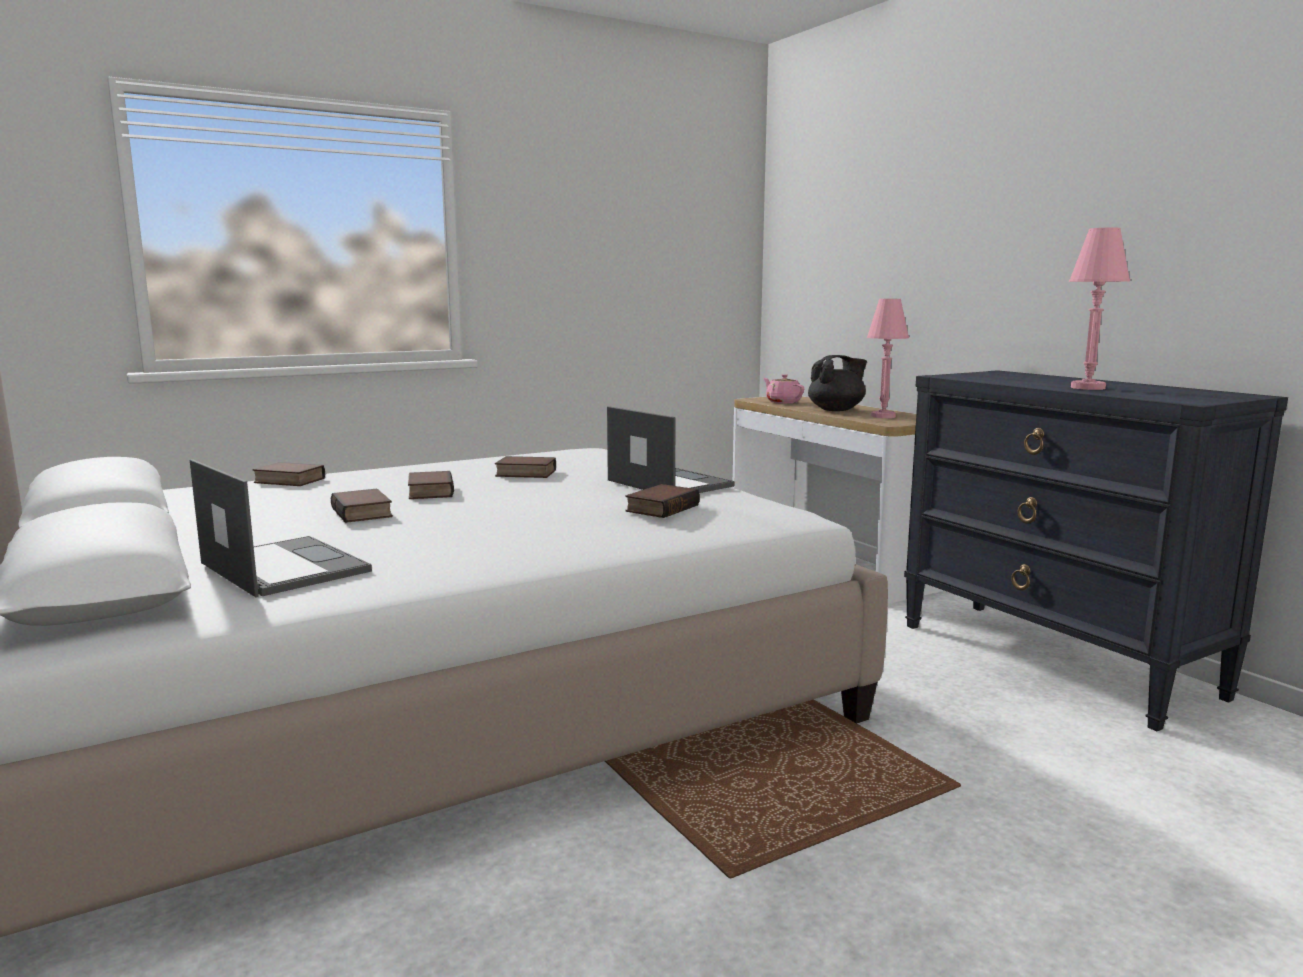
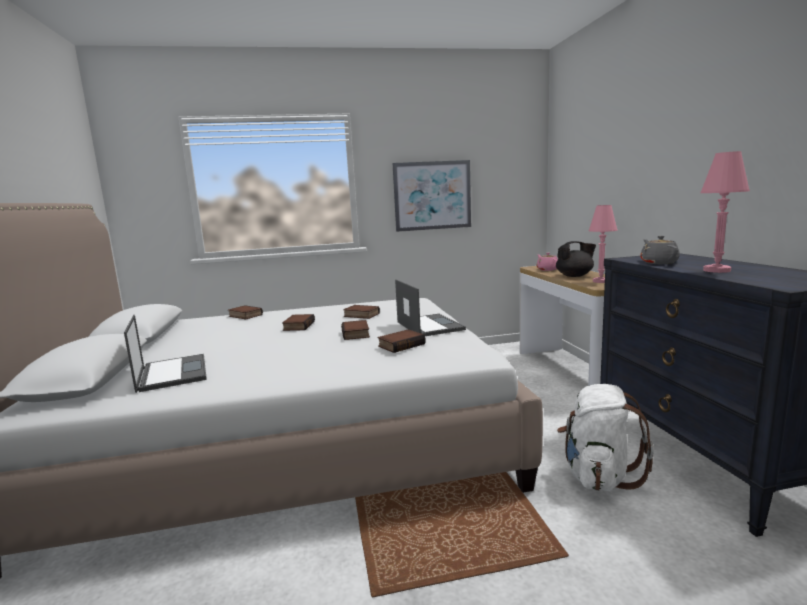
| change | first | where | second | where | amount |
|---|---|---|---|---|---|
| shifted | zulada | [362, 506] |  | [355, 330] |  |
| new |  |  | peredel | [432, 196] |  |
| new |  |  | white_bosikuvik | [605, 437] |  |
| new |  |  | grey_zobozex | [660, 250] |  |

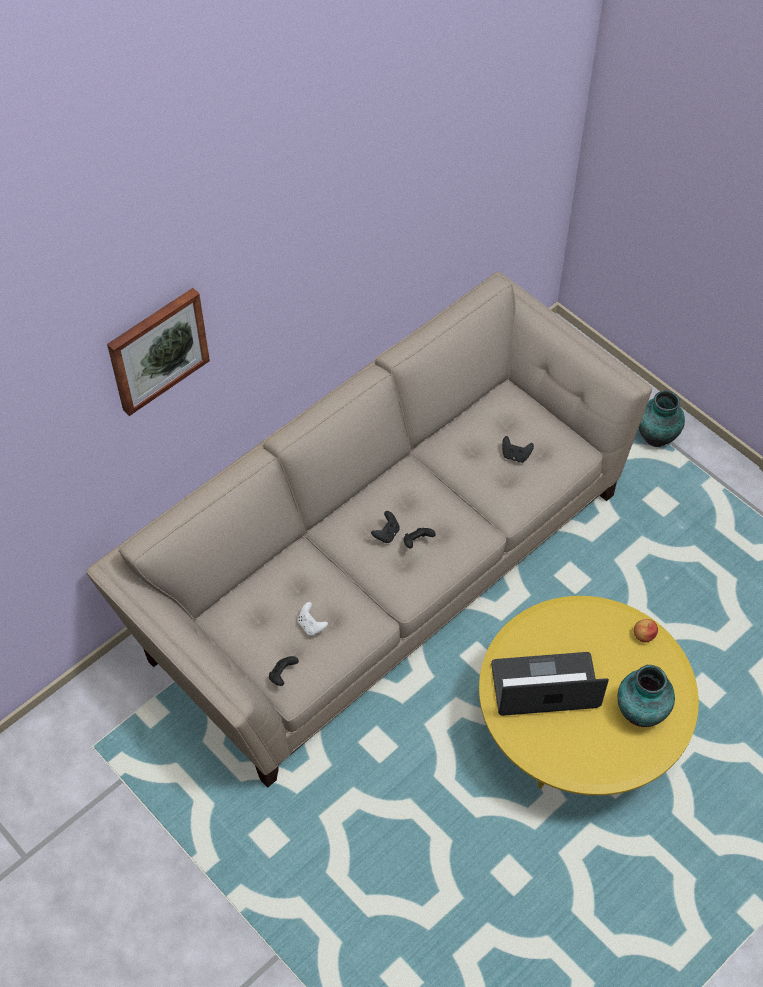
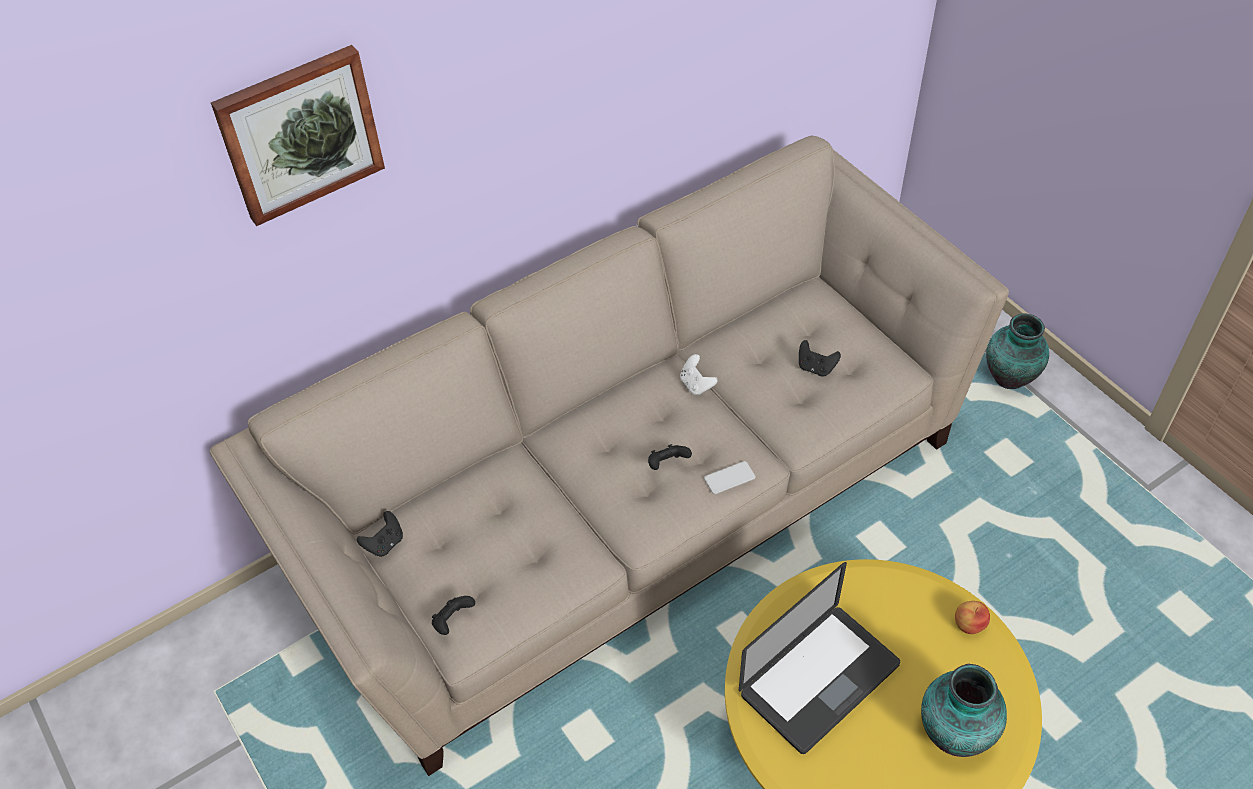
| change | first | where | second | where | amount |
|---|---|---|---|---|---|
| shifted | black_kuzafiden | [385, 527] |  | [380, 534] |  |
| shifted | white_kuzafiden | [313, 619] |  | [699, 374] |  |
| new |  |  | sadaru | [730, 477] |  |
| rotated | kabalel | [550, 684] |  | [819, 658] | 135 degrees clockwise |

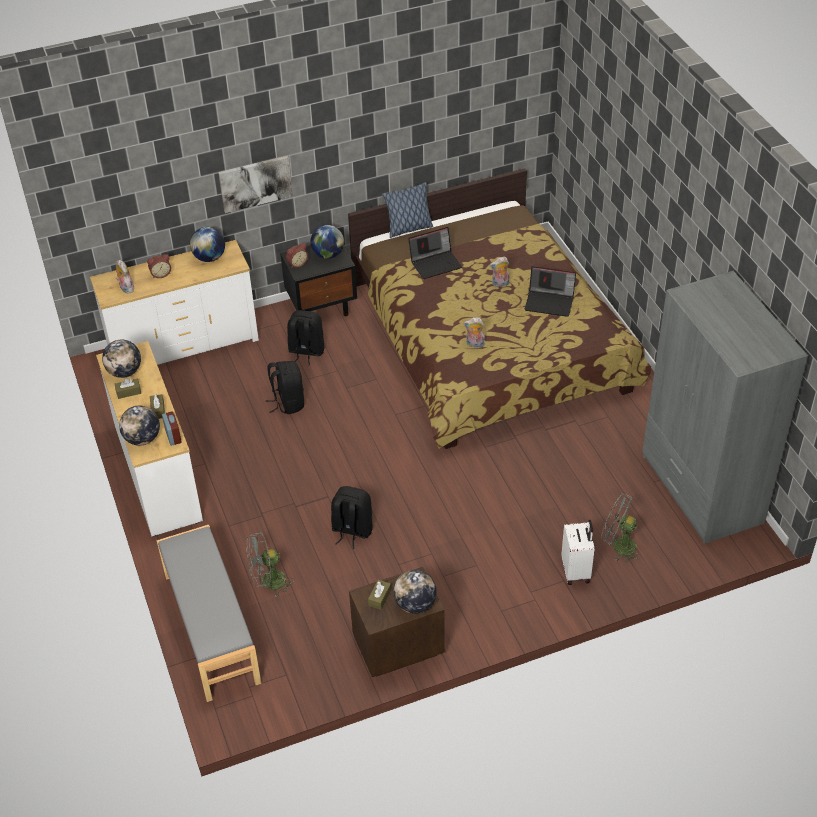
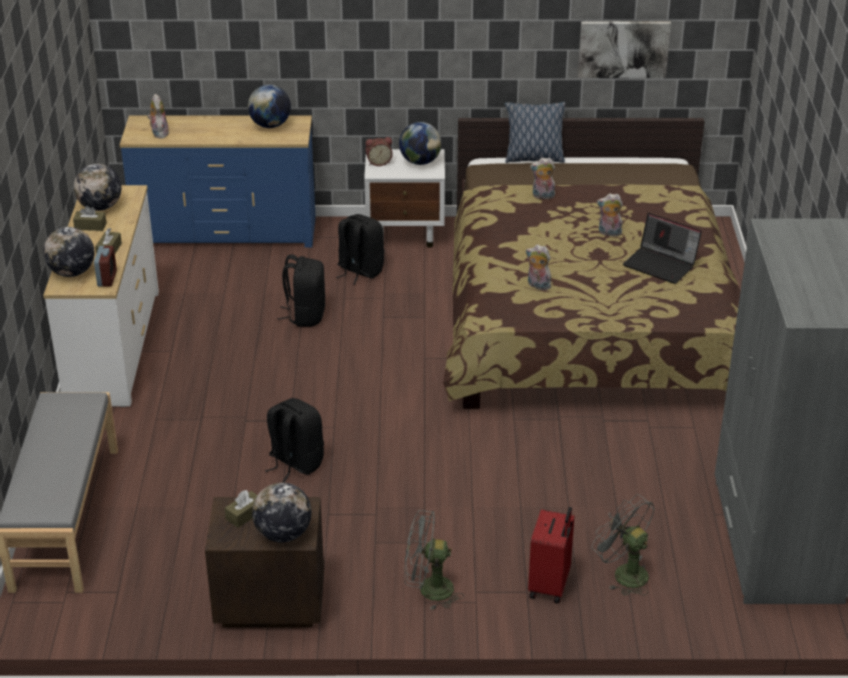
| change | first | where | second | where | amount |
|---|---|---|---|---|---|
| repainted | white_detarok | [174, 302] | blue_detarok | [218, 181] |  |
| repainted | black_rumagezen | [318, 280] | white_rumagezen | [404, 198] |  |
| shifted | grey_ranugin | [269, 564] |  | [434, 560] |  |
| repainted | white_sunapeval | [577, 552] | red_sunapeval | [551, 555] |  |
| swapped | kabalel | [435, 253] | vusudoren | [542, 178] |  |
| shifted | peredel | [255, 184] |  | [624, 49] |  |
| gone | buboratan | [159, 266] |  |  |  |

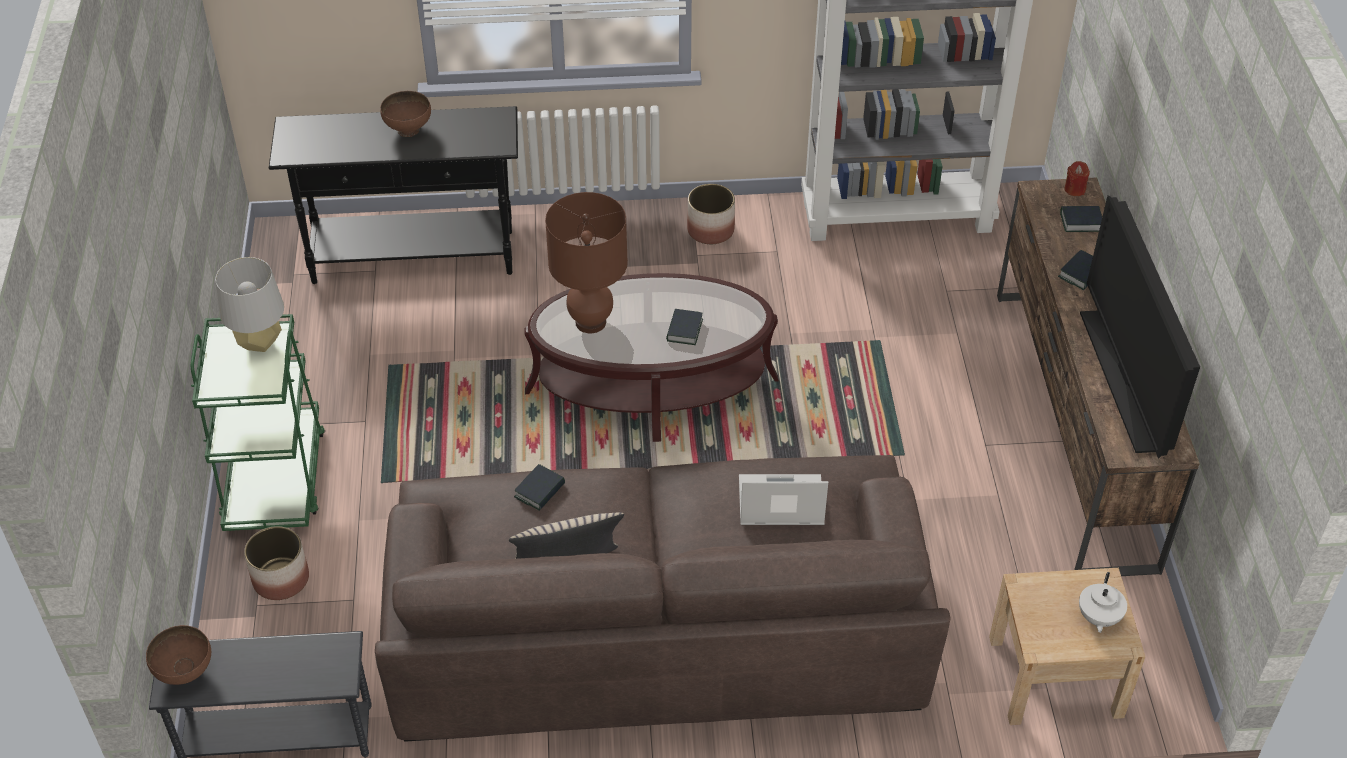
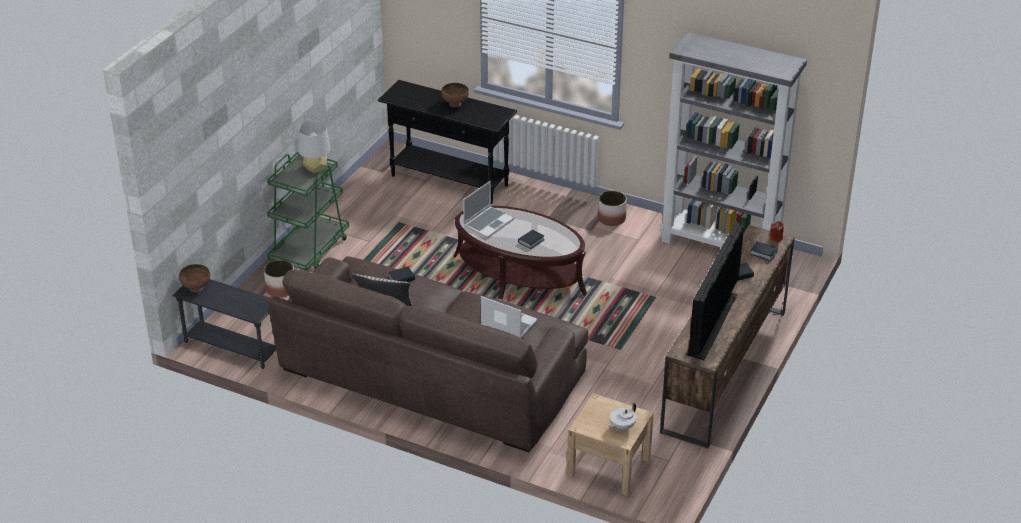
| change | first | where | second | where | amount |
|---|---|---|---|---|---|
| swapped | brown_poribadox | [586, 262] | kabalel | [488, 209] |  |

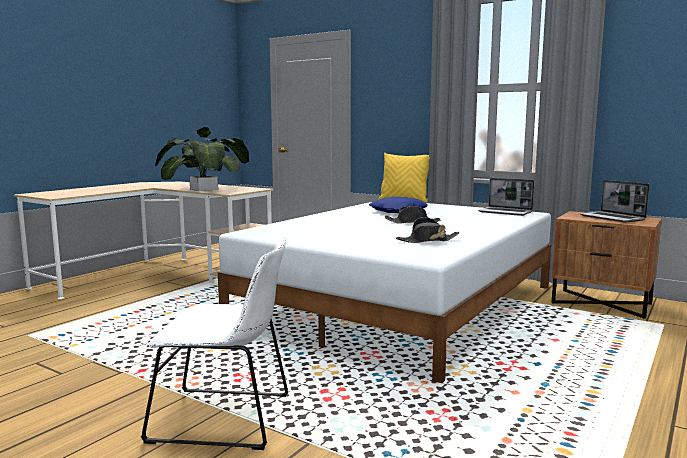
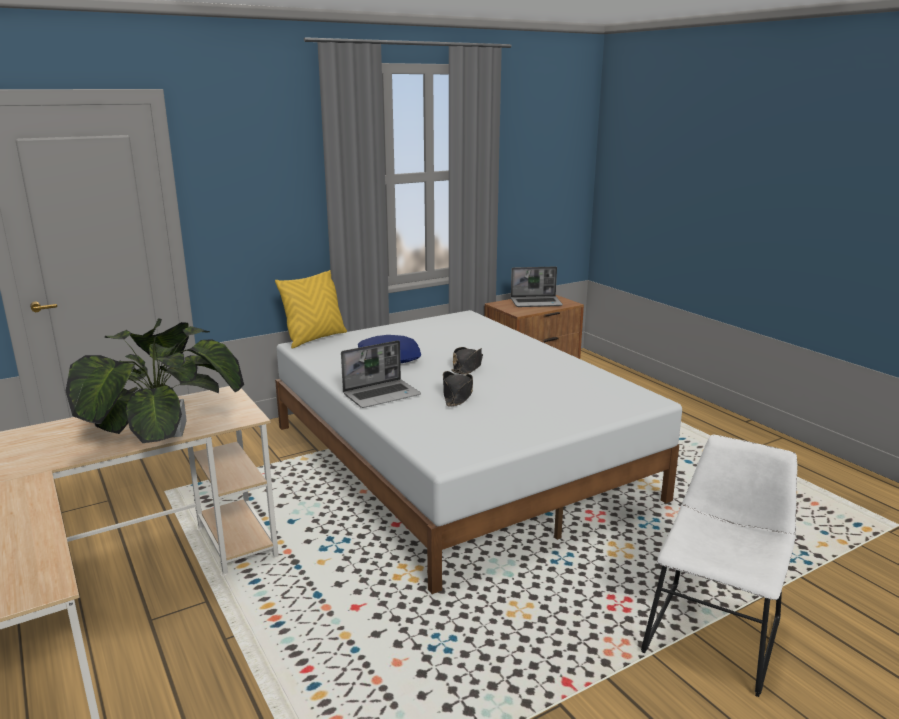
| change | first | where | second | where | amount |
|---|---|---|---|---|---|
| shifted | kabalel | [506, 197] |  | [381, 374] |  |
| shifted | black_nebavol | [428, 230] |  | [458, 389] |  |

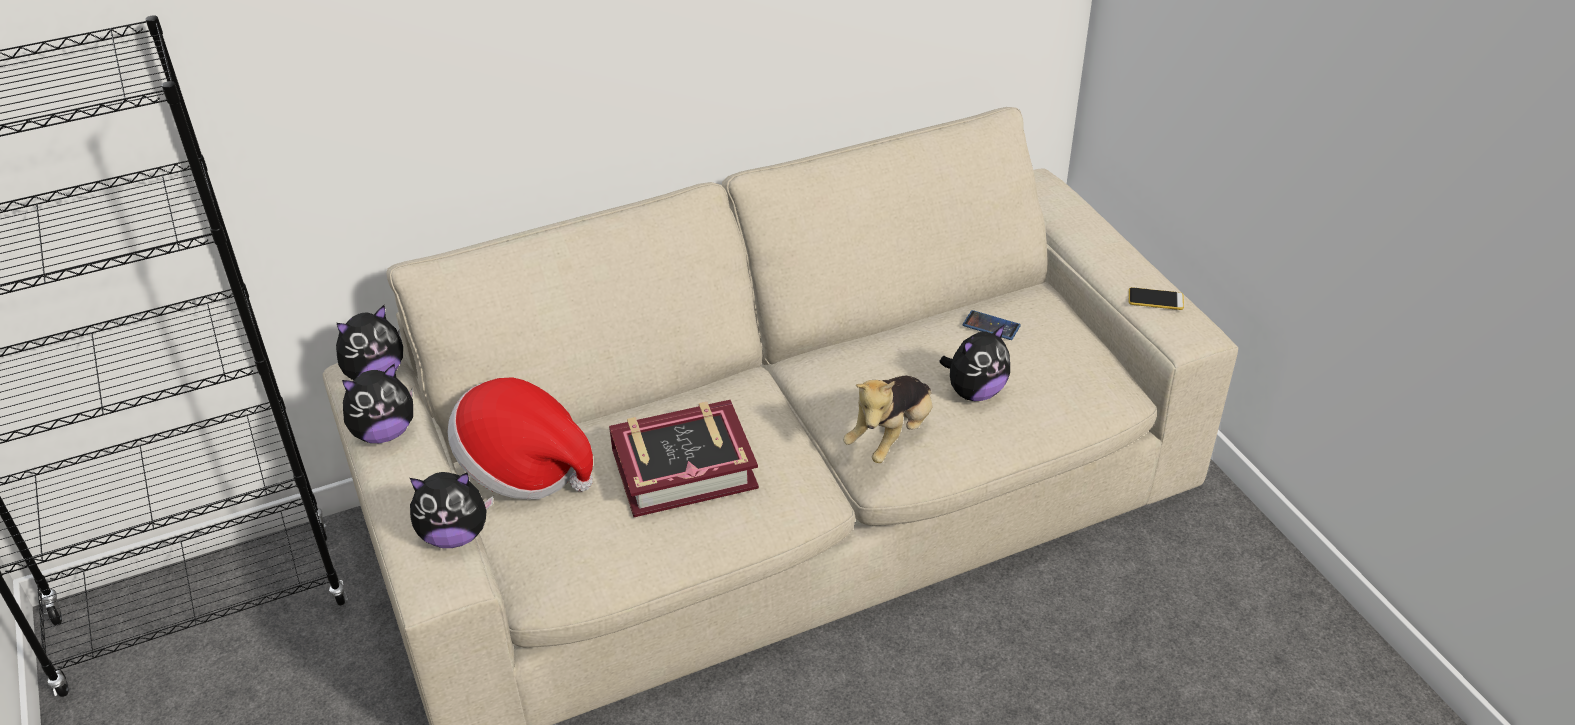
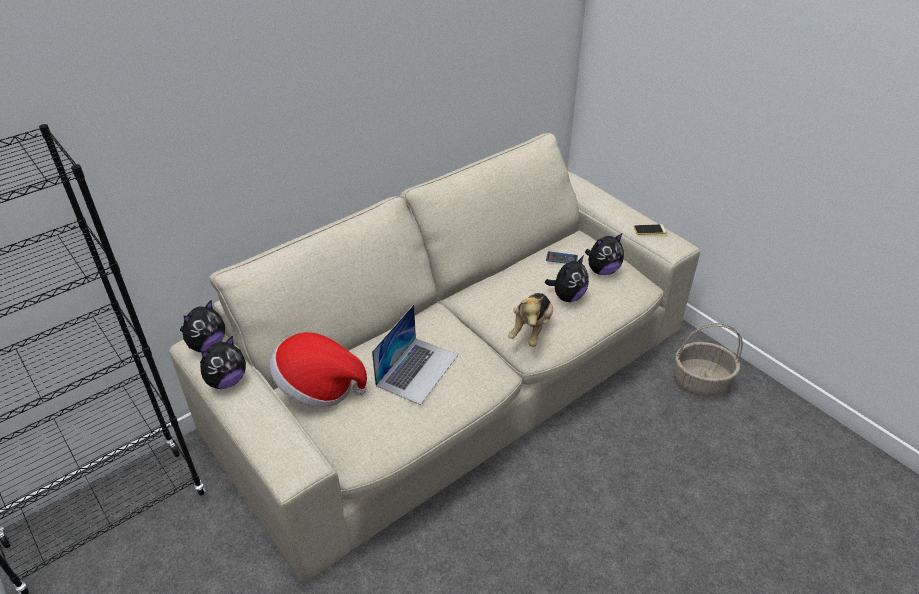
| change | first | where | second | where | amount |
|---|---|---|---|---|---|
| swapped | zulada | [684, 458] | kabalel | [415, 354] |  |
| shifted | vusudoren | [452, 510] |  | [604, 254] |  |
| new |  |  | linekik | [708, 359] |  |

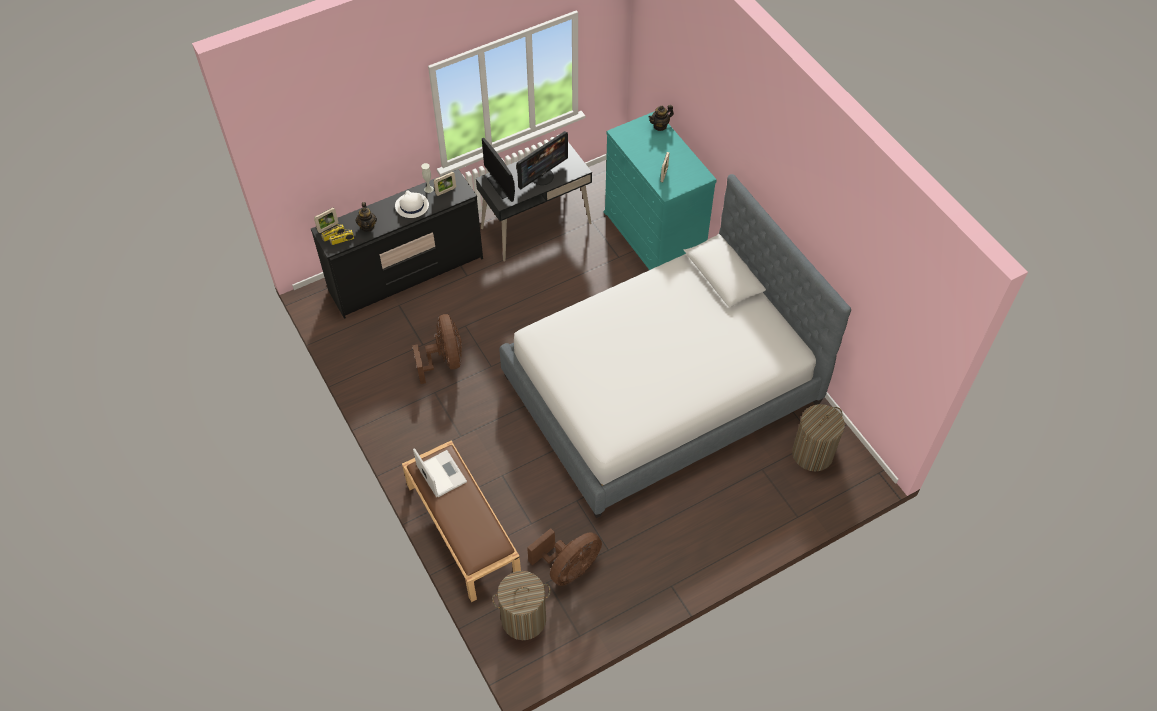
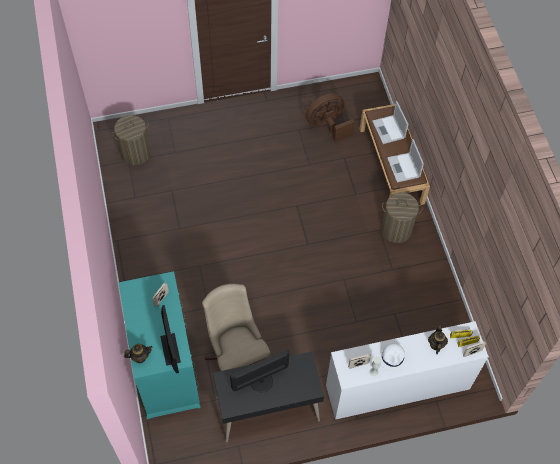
| change | first | where | second | where | amount |
|---|---|---|---|---|---|
| shifted | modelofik | [498, 170] |  | [170, 339] |  |
| new |  |  | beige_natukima | [236, 327] |  |
| repainted | black_detarok | [397, 244] | white_detarok | [407, 370] |  |
| new |  |  | kabalel | [390, 122] |  |
| shifted | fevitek | [521, 605] |  | [402, 217] |  |
| gone | brown_ranugin | [437, 349] |  |  |  |
| gone | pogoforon | [675, 346] |  |  |  |

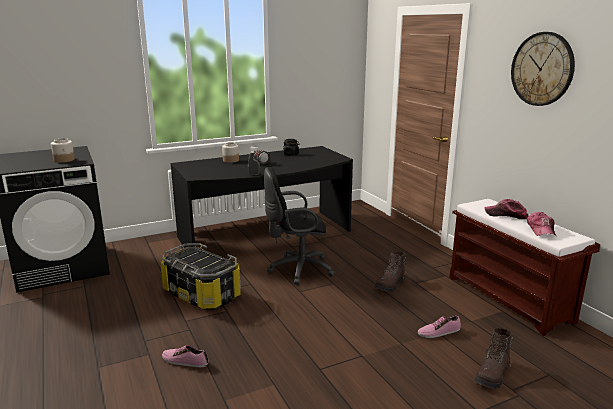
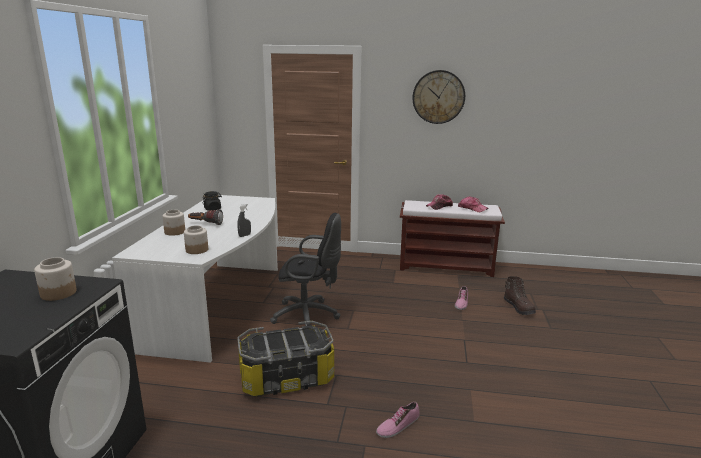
| change | first | where | second | where | amount |
|---|---|---|---|---|---|
| repainted | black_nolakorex | [262, 197] | white_nolakorex | [195, 279] |  |
| new |  |  | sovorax | [196, 239] |  |
| rotated | black_natukima | [299, 226] |  | [305, 269] | 105 degrees counterclockwise |
| gone | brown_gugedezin | [391, 272] |  |  |  |

